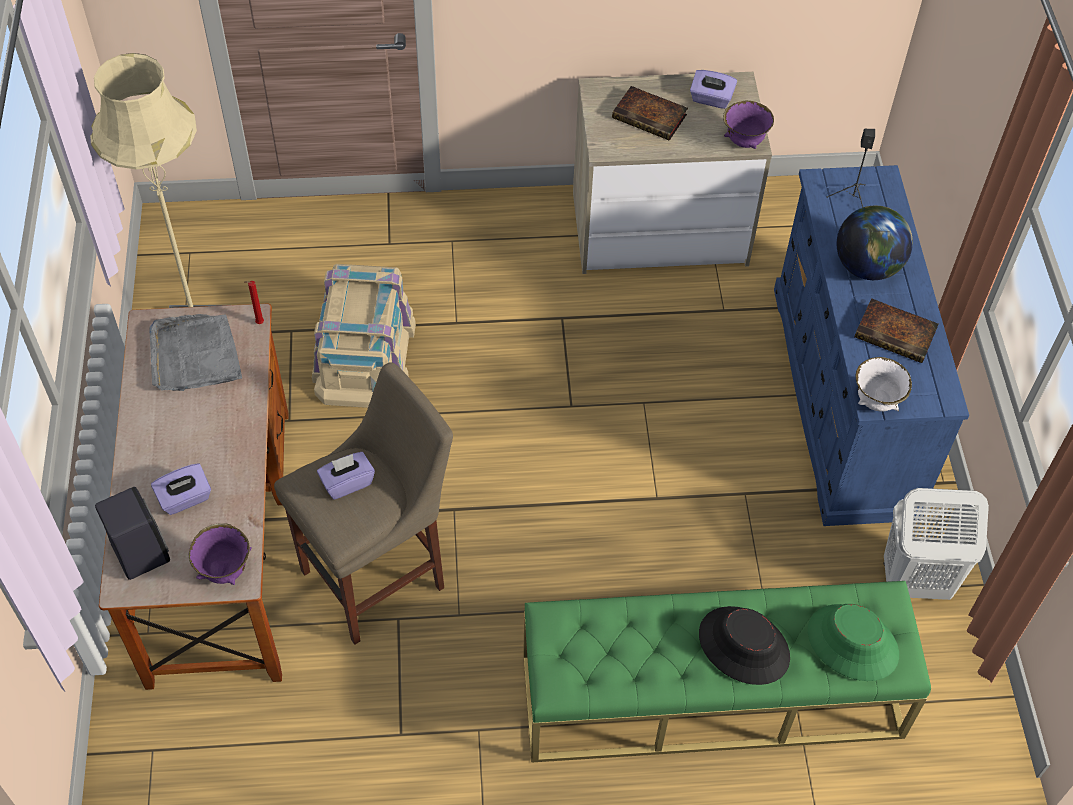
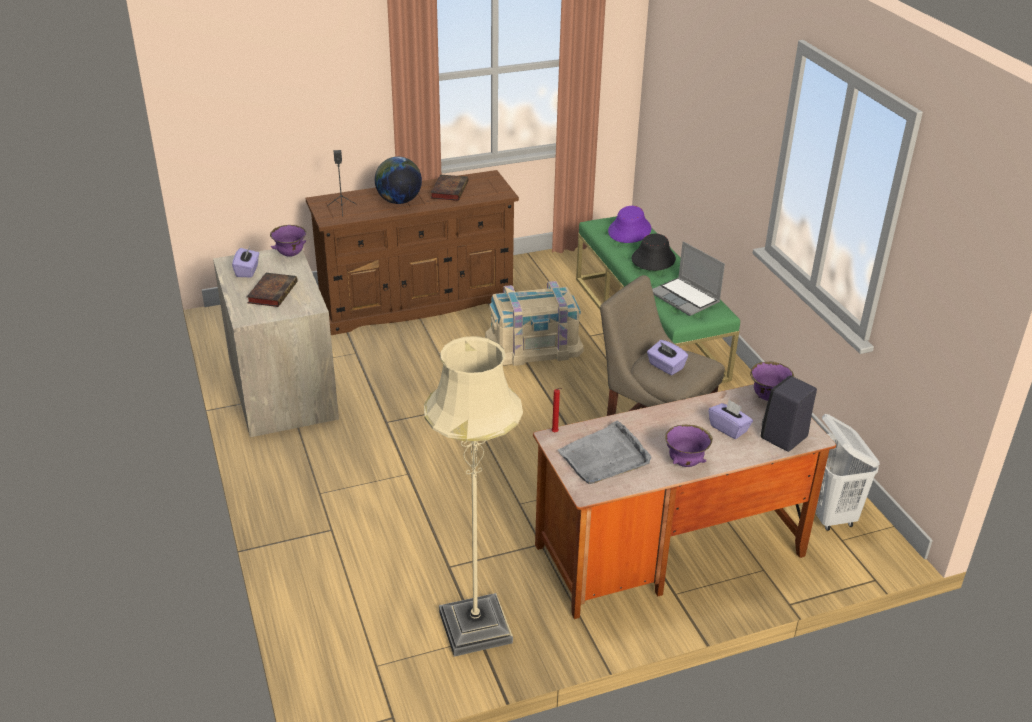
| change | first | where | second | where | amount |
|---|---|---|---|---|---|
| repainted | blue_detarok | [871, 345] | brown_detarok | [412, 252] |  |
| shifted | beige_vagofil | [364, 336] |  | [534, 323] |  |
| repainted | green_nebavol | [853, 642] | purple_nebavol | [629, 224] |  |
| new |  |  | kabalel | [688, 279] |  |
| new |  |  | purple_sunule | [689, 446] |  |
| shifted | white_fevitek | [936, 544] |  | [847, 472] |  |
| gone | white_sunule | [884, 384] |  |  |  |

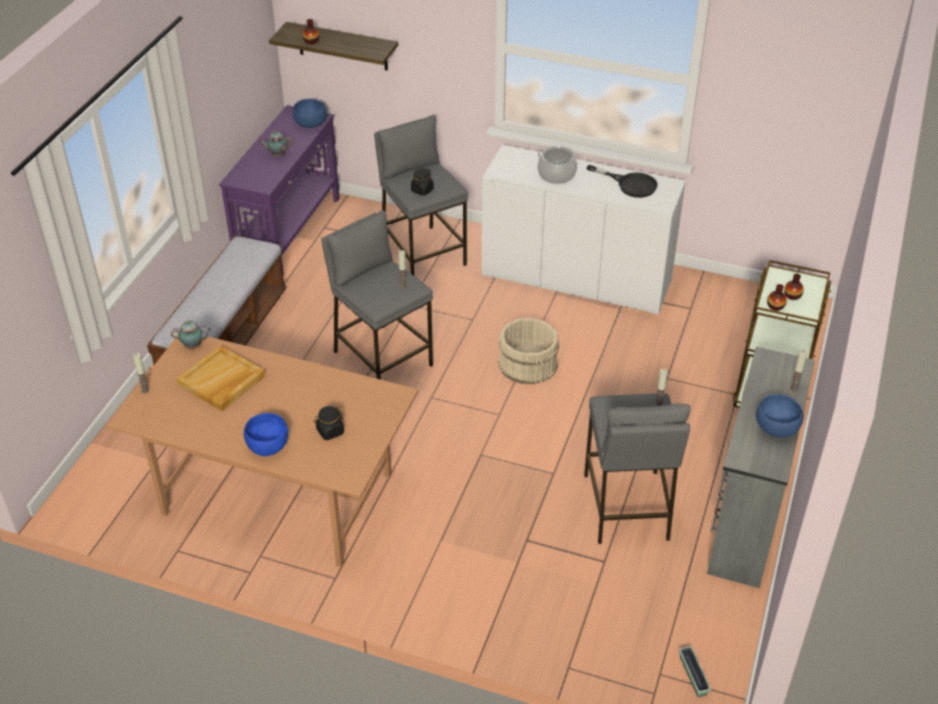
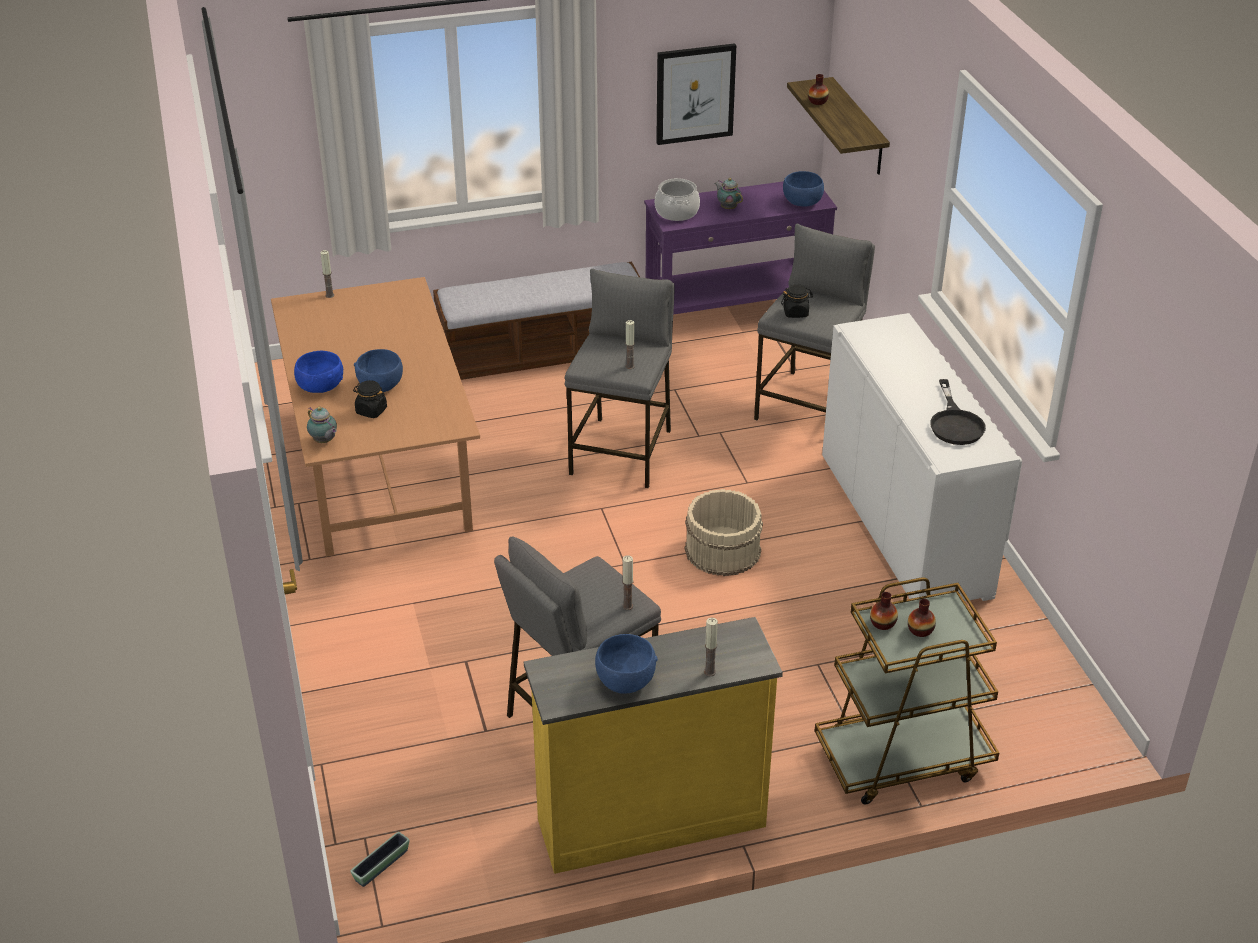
| change | first | where | second | where | amount |
|---|---|---|---|---|---|
| shifted | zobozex | [191, 334] |  | [322, 425] |  |
| new |  |  | blue_sunule | [378, 370] |  |
| repainted | grey_detarok | [761, 467] | yellow_detarok | [653, 745] |  |
| shifted | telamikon | [558, 165] |  | [677, 199] |  |
| new |  |  | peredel | [696, 94] |  |
| gone | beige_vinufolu | [220, 378] |  |  |  |

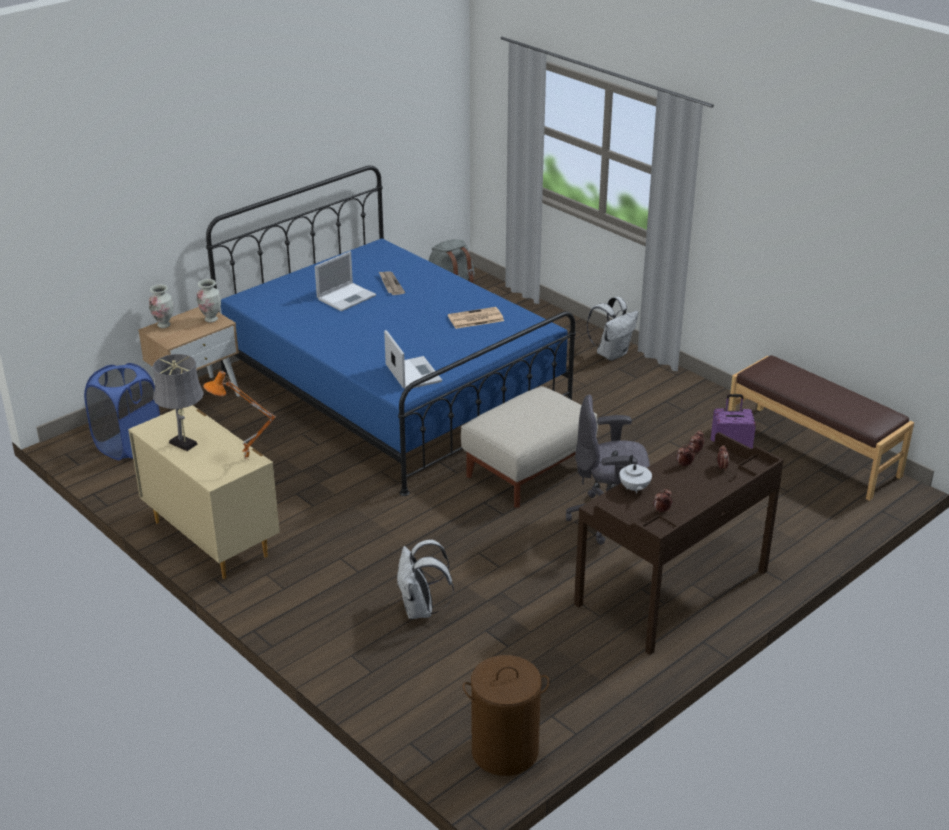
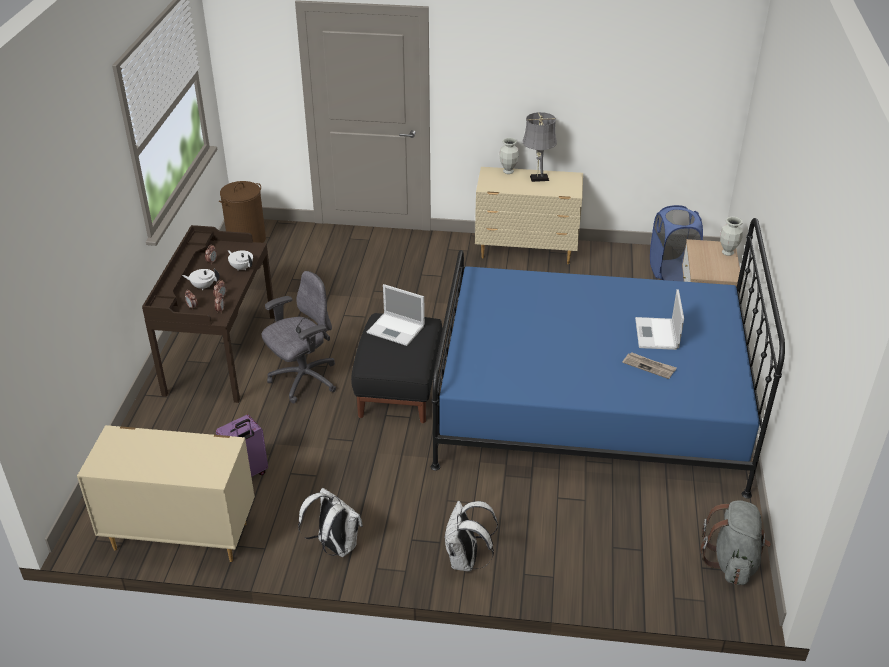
| change | first | where | second | where | amount |
|---|---|---|---|---|---|
| swapped | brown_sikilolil | [821, 428] | beige_detarok | [166, 493] |  |
| new |  |  | white_zobozex | [201, 279] |  |
| shifted | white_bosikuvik | [425, 579] |  | [330, 522] |  |
| repainted | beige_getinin | [529, 447] | black_getinin | [396, 368] |  |
| shifted | kabalel | [413, 359] |  | [396, 315] |  |
| shifted | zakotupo | [209, 301] |  | [509, 156] |  |
| gone | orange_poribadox | [239, 415] |  |  |  |
| gone | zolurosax | [476, 318] |  |  |  |

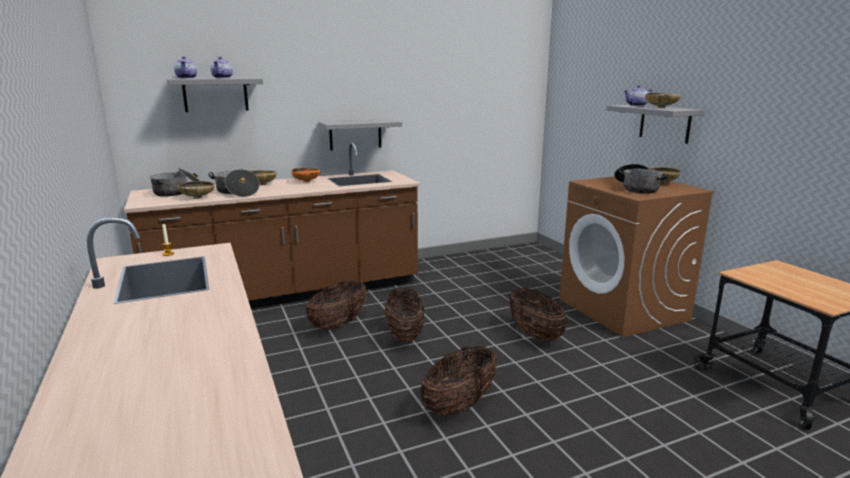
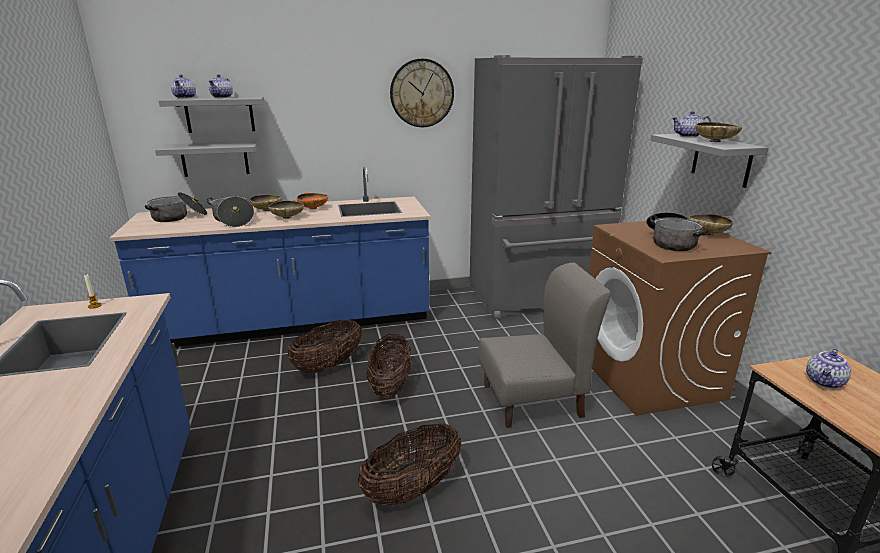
| change | first | where | second | where | amount |
|---|---|---|---|---|---|
| repainted | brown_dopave | [272, 225] | blue_dopave | [270, 257] |  |
| shifted | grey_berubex | [360, 135] |  | [206, 159] |  |
| shifted | beige_sunule | [196, 189] |  | [286, 209] |  |
| new |  |  | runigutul | [422, 93] |  |
| new |  |  | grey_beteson | [556, 187] |  |
| swapped | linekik | [538, 315] | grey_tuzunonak | [544, 345] |  |
| new |  |  | zobozex | [828, 368] |  |

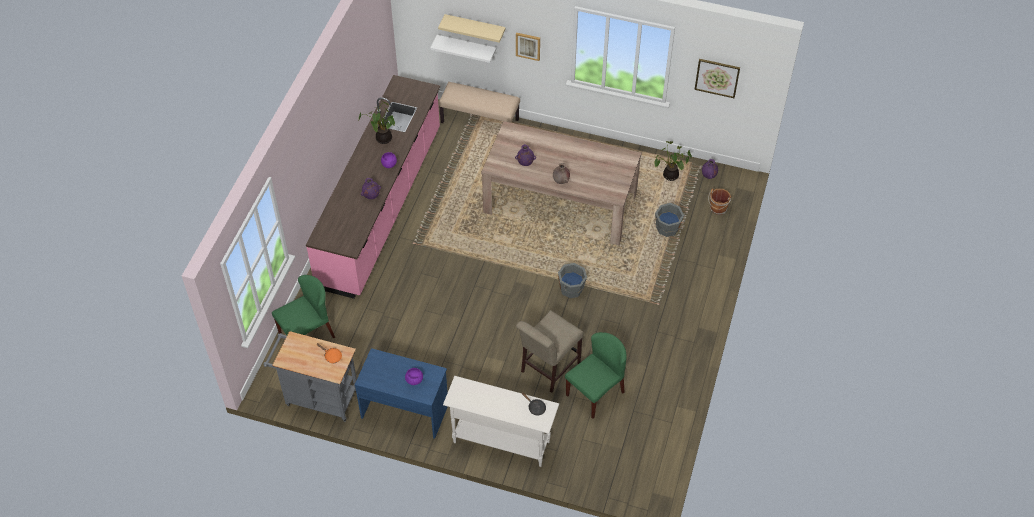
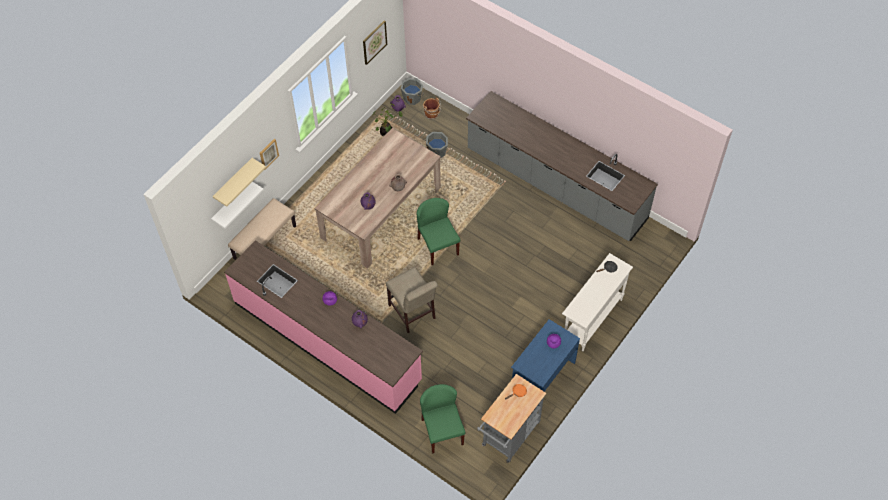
| change | first | where | second | where | amount |
|---|---|---|---|---|---|
| shifted | beige_tuzunonak | [549, 351] |  | [412, 300] |  |
| shifted | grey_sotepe | [572, 280] |  | [412, 91] |  |
| shifted | green_tuzunonak | [596, 375] |  | [438, 231] |  |
| new |  |  | grey_dopave | [562, 166] |  |
| gone | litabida | [377, 122] |  |  |  |

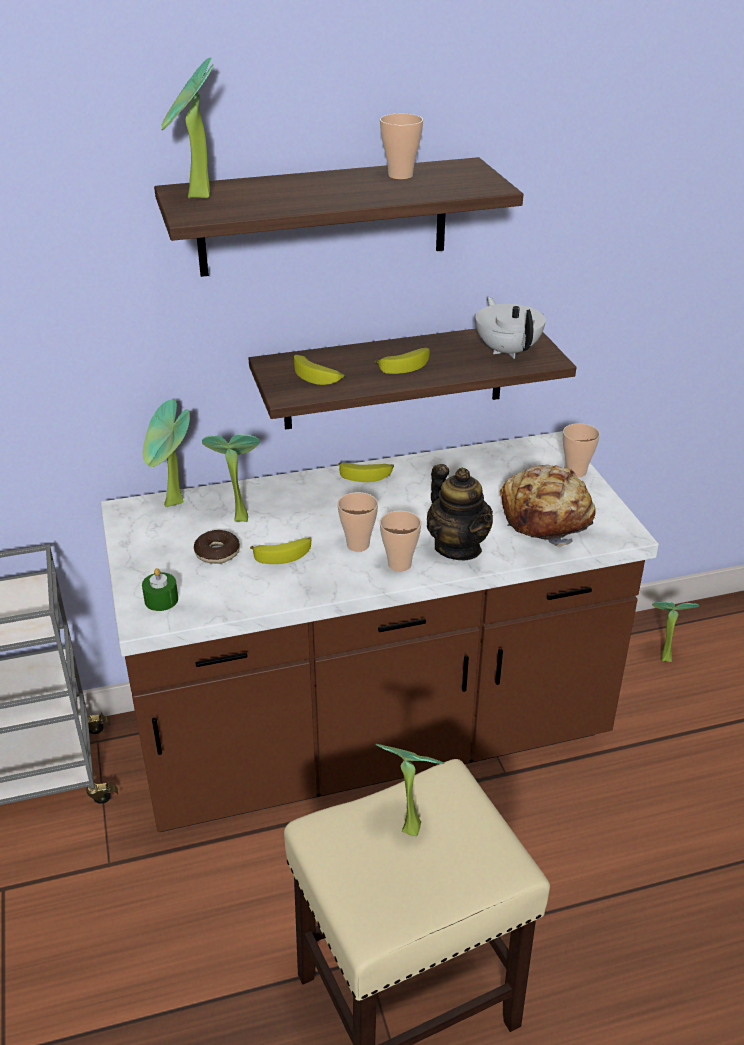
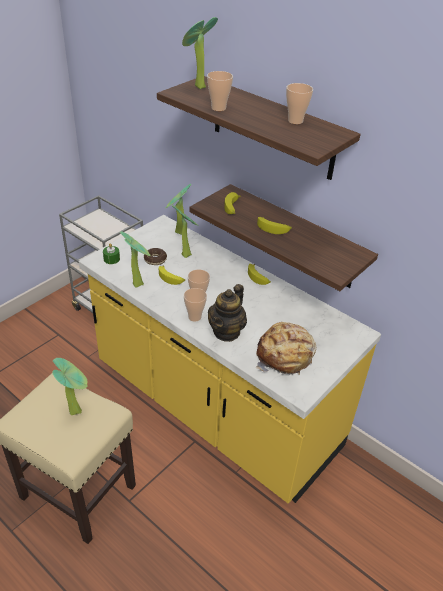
| change | first | where | second | where | amount |
|---|---|---|---|---|---|
| repainted | brown_dopave | [380, 631] | yellow_dopave | [230, 359] |  |
| shifted | litabida | [675, 632] |  | [135, 259] |  |
| shifted | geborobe | [581, 450] |  | [220, 91] |  |
| gone | white_zobozex | [510, 328] |  |  |  |

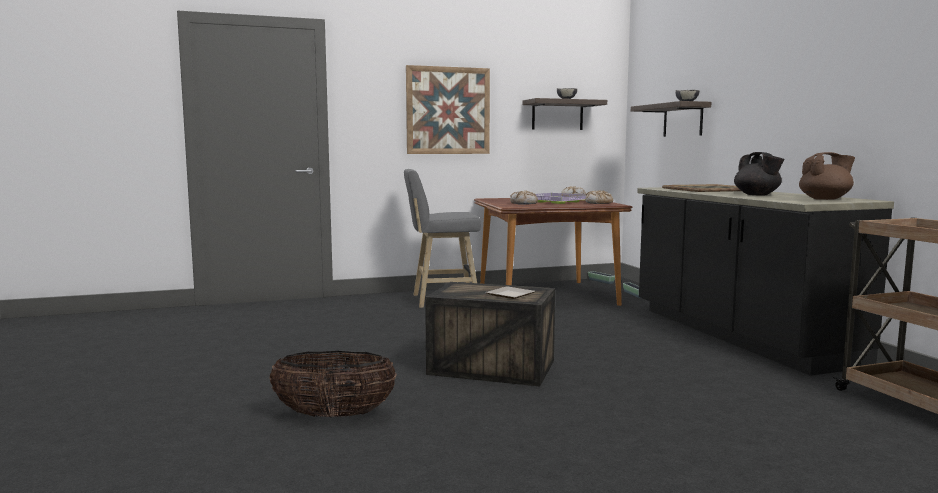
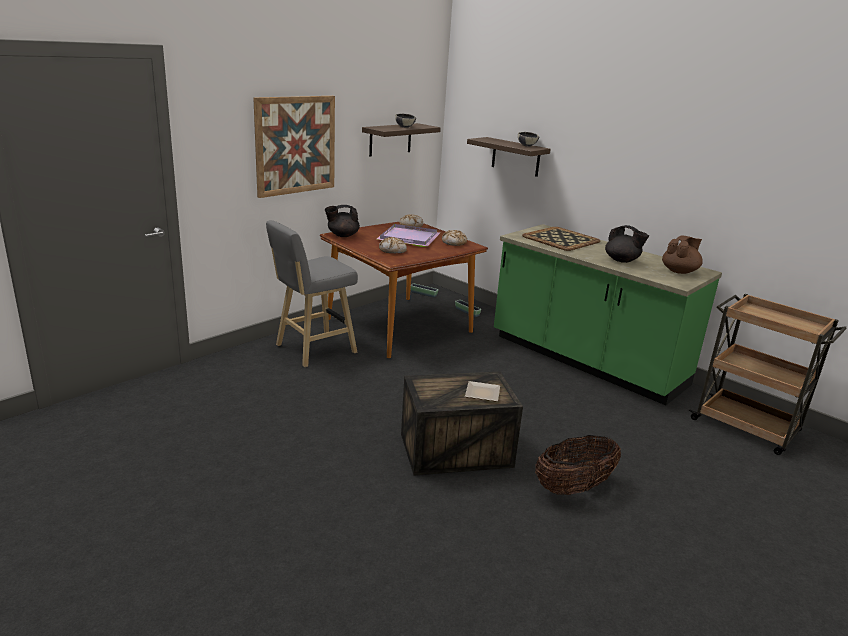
| change | first | where | second | where | amount |
|---|---|---|---|---|---|
| new |  |  | black_zobozex | [342, 221] |  |
| repainted | black_dopave | [765, 281] | green_dopave | [608, 314] |  |
| shifted | linekik | [333, 384] |  | [578, 465] |  |

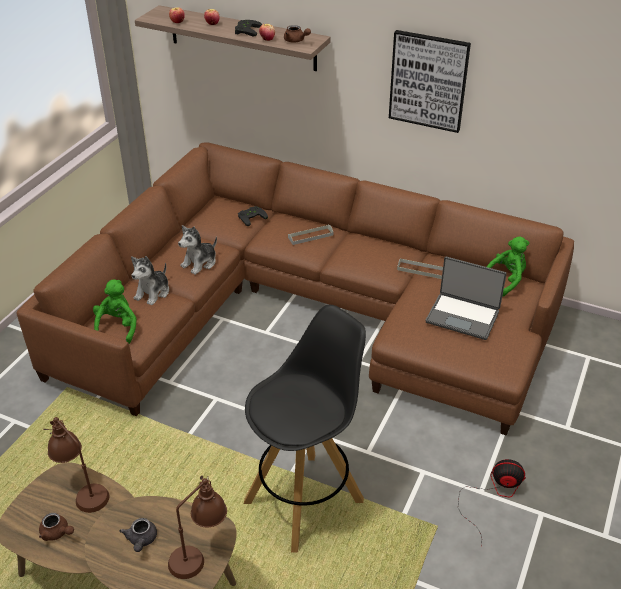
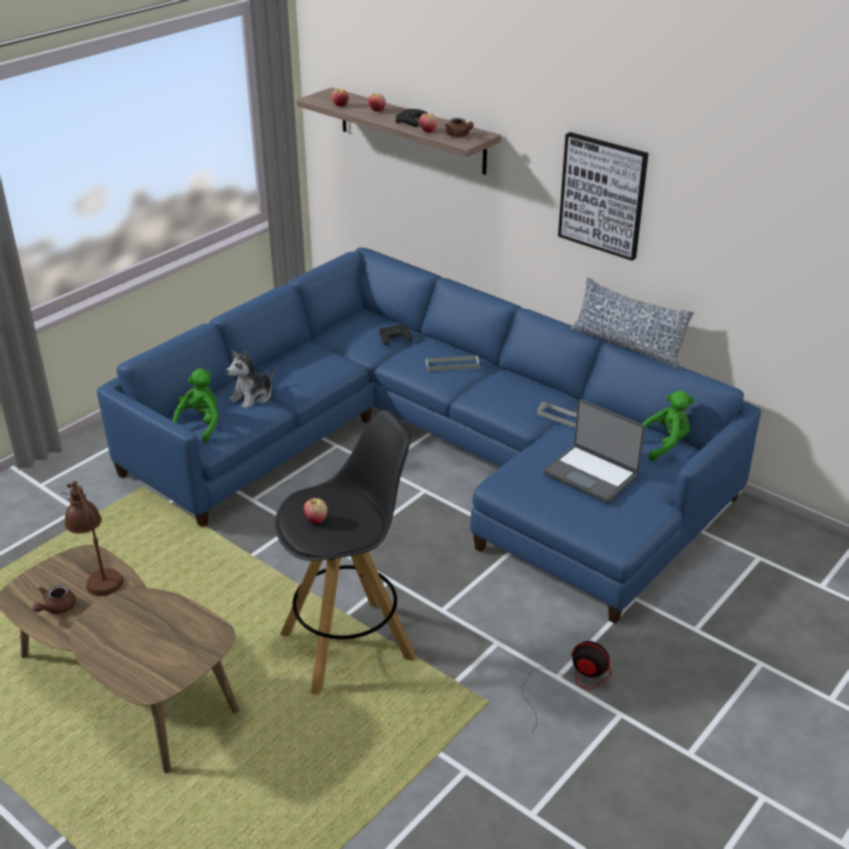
| change | first | where | second | where | amount |
|---|---|---|---|---|---|
| rotated | brown_zobozex | [56, 527] |  | [54, 599] | 75 degrees clockwise |
| repainted | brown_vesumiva | [295, 289] | blue_vesumiva | [429, 435] |  |
| new |  |  | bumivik | [315, 511] |  |
| new |  |  | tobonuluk | [632, 323] |  |
| gone | grey_zobozex | [138, 535] |  |  |  |
| gone | brown_poribadox | [197, 527] |  |  |  |
| gone | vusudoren | [197, 250] |  |  |  |

